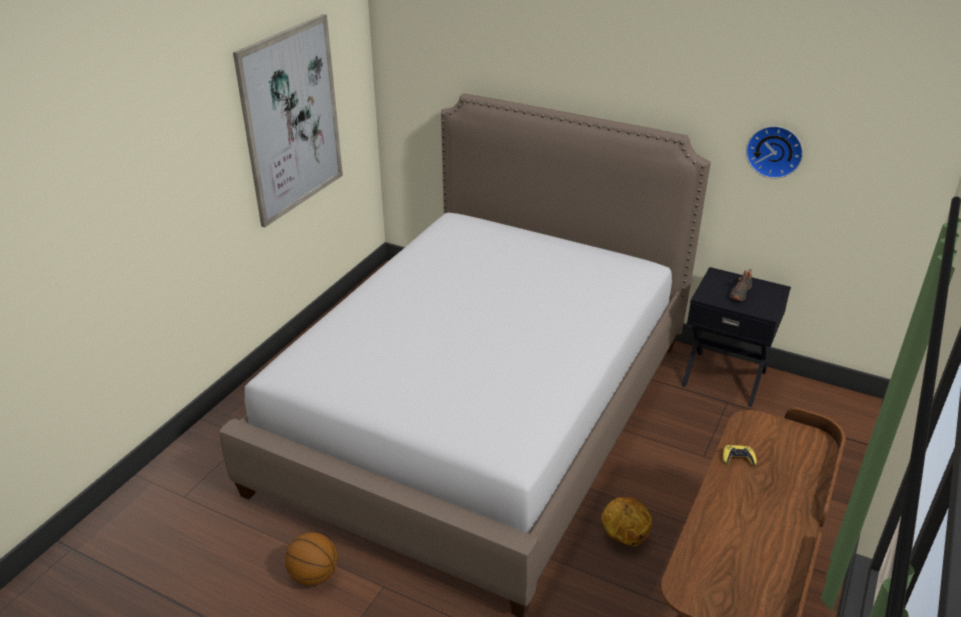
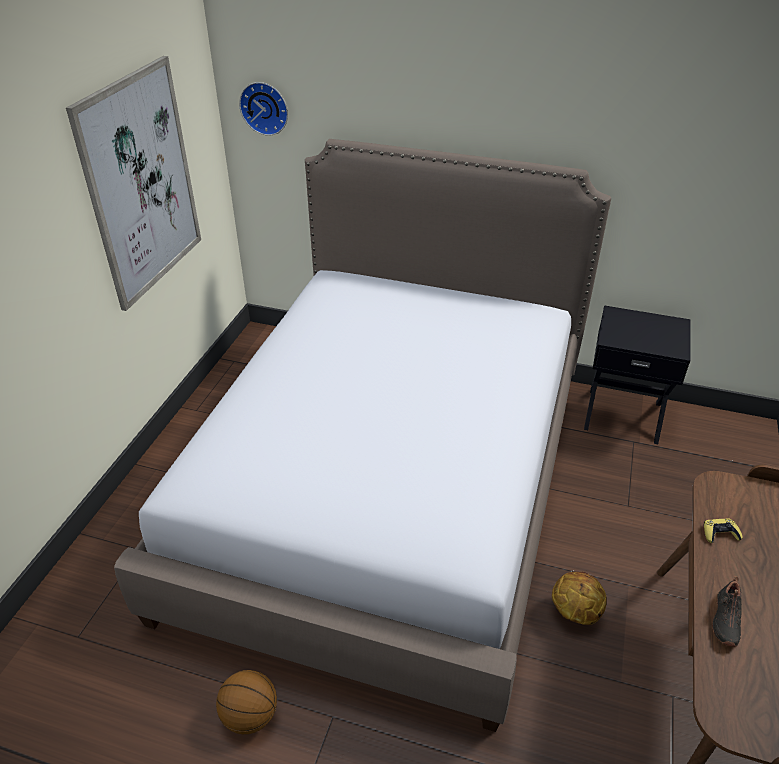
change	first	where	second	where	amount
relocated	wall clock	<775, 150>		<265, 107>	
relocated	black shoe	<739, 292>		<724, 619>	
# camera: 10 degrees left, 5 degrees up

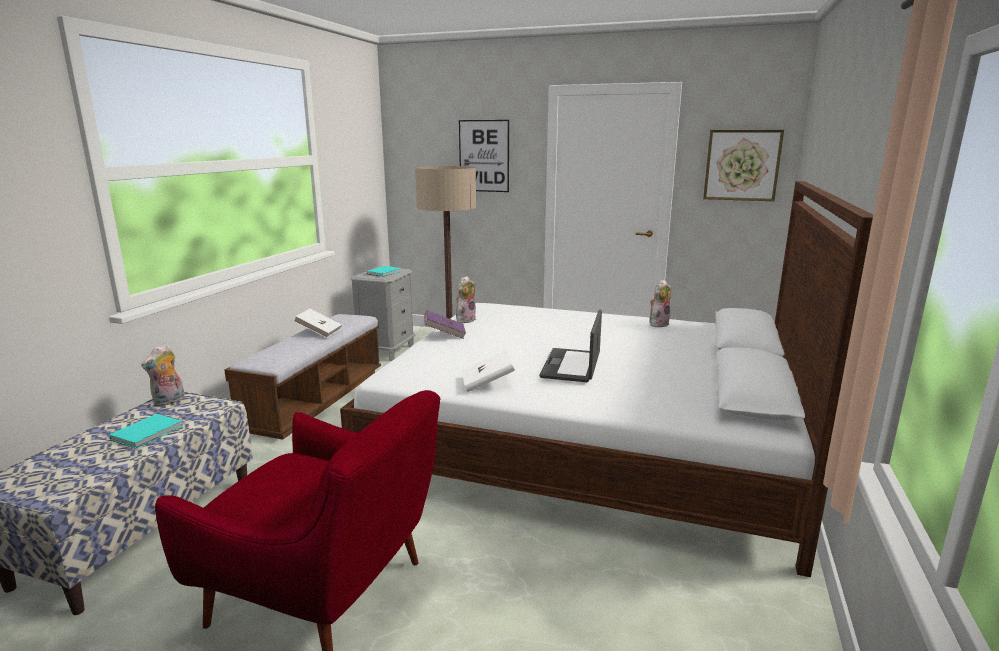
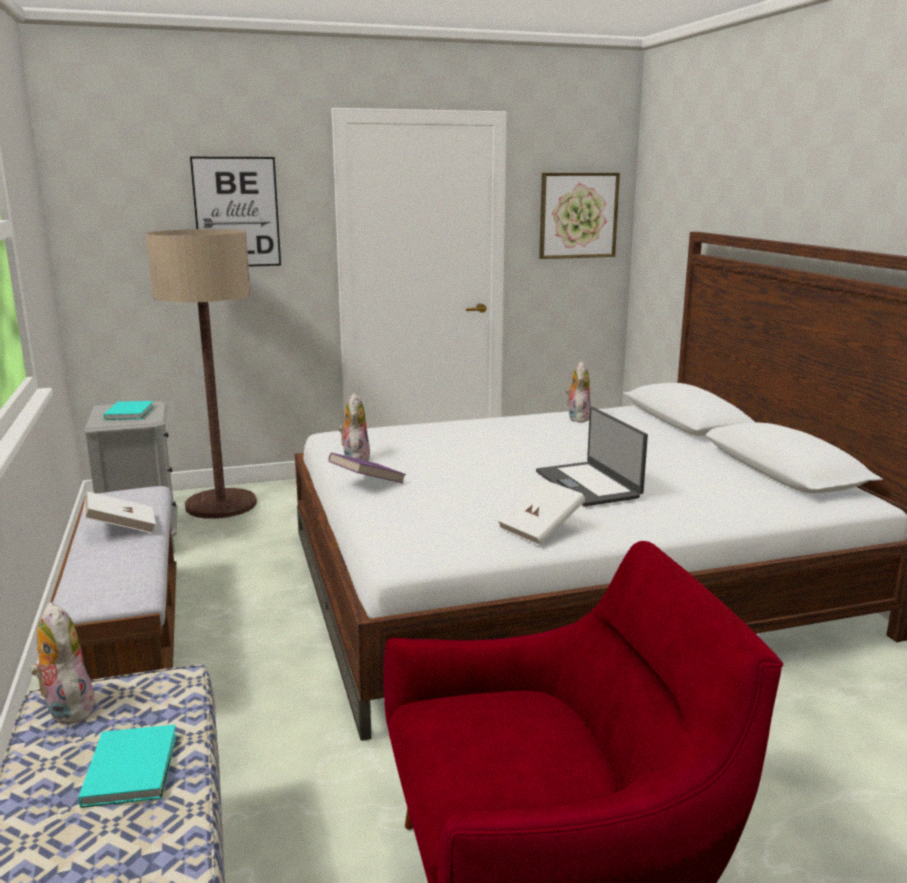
change	first	where	second	where	amount
spun	plush toy	<169, 401>		<66, 709>	150 degrees clockwise
# camera: 35 degrees left, 0 degrees up

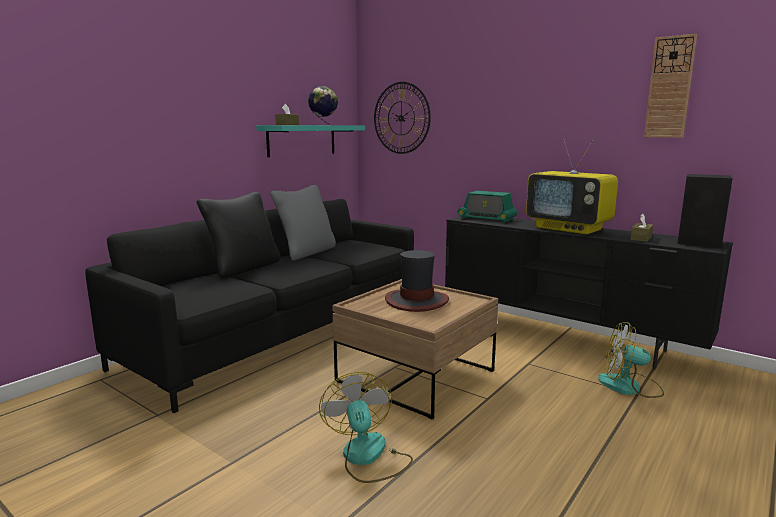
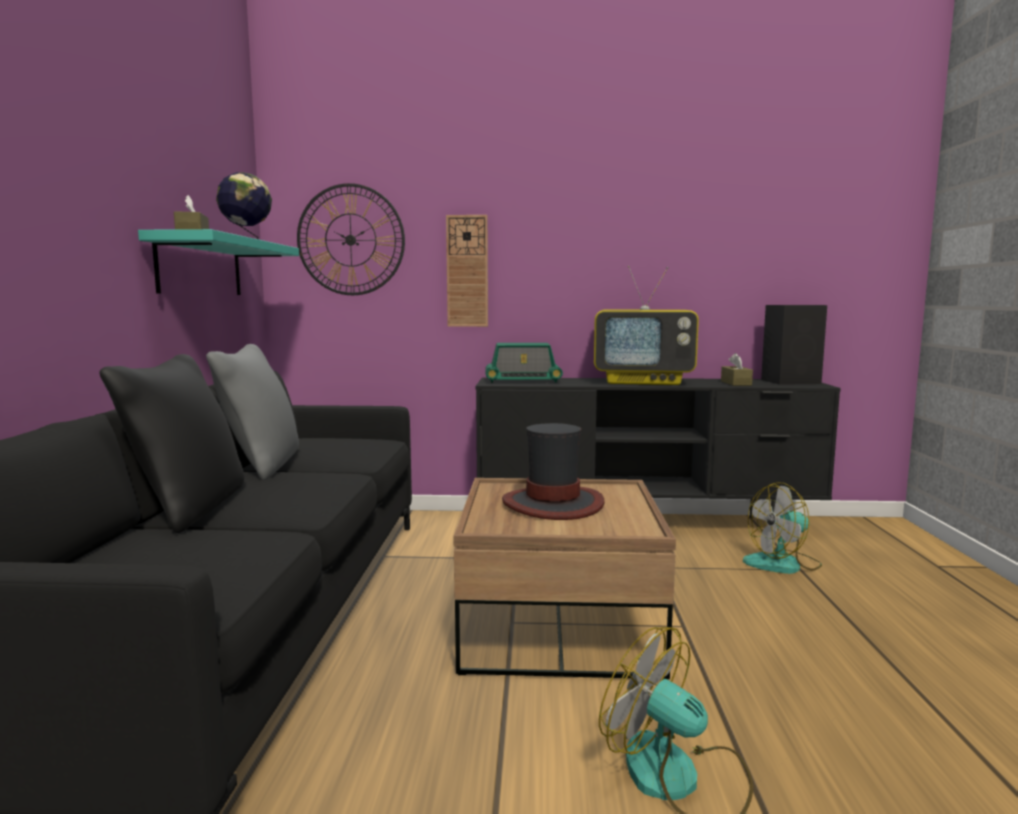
change	first	where	second	where	amount
relocated	wall clock	<669, 87>		<467, 271>	
# camera: 35 degrees left, 5 degrees down

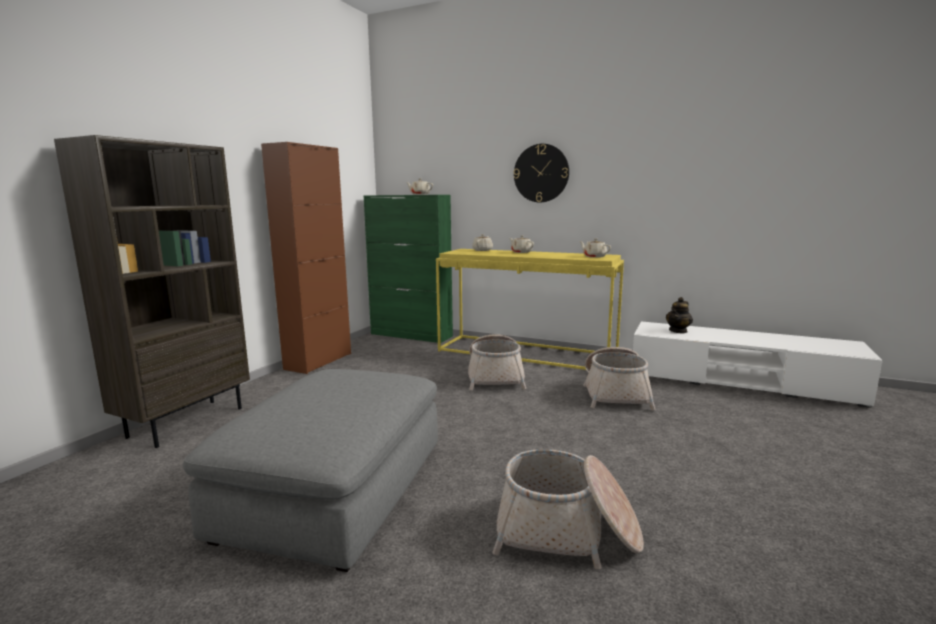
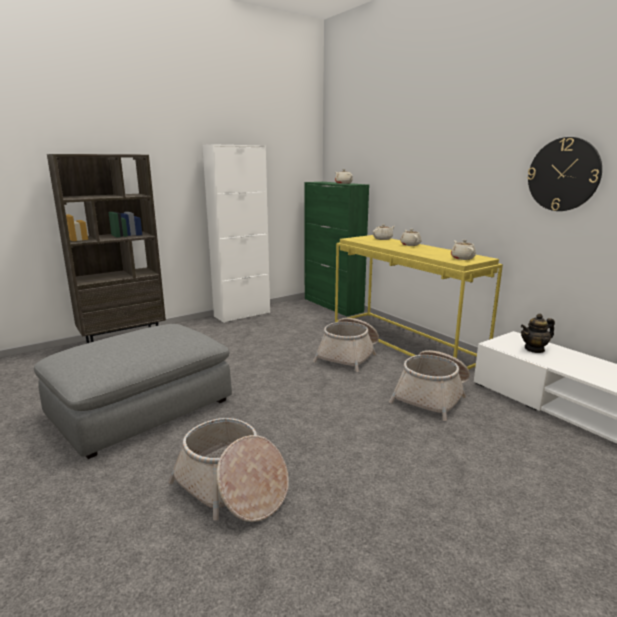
change	first	where	second	where	amount
colour	brown cabinet	<318, 361>	white cabinet	<242, 314>	
relocated	wall clock	<541, 173>		<563, 174>	
# camera: 30 degrees right, 5 degrees up

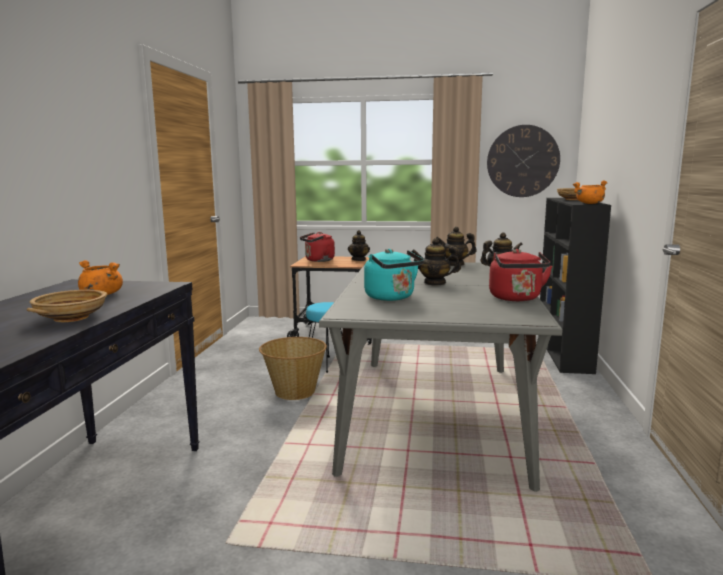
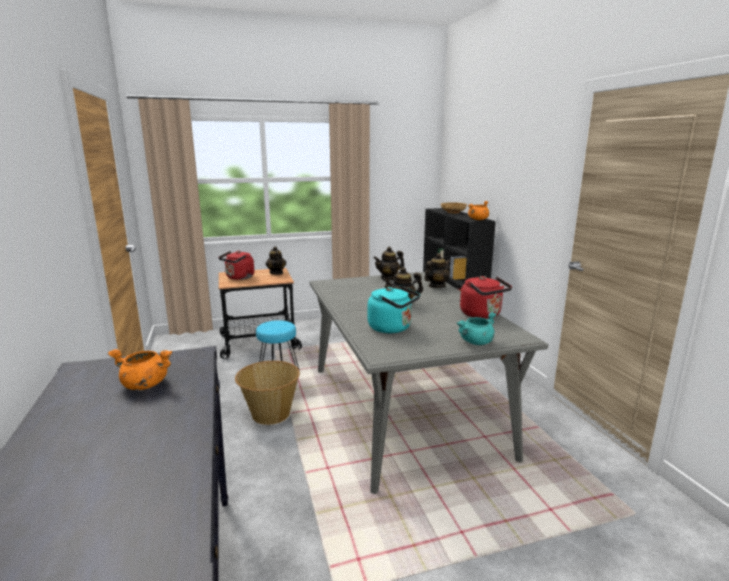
change	first	where	second	where	amount
appeared			turquoise cooking pot	<476, 342>	
missing	beige bowl	<71, 318>			
missing	wall clock	<523, 161>			
# camera: 25 degrees left, 5 degrees up

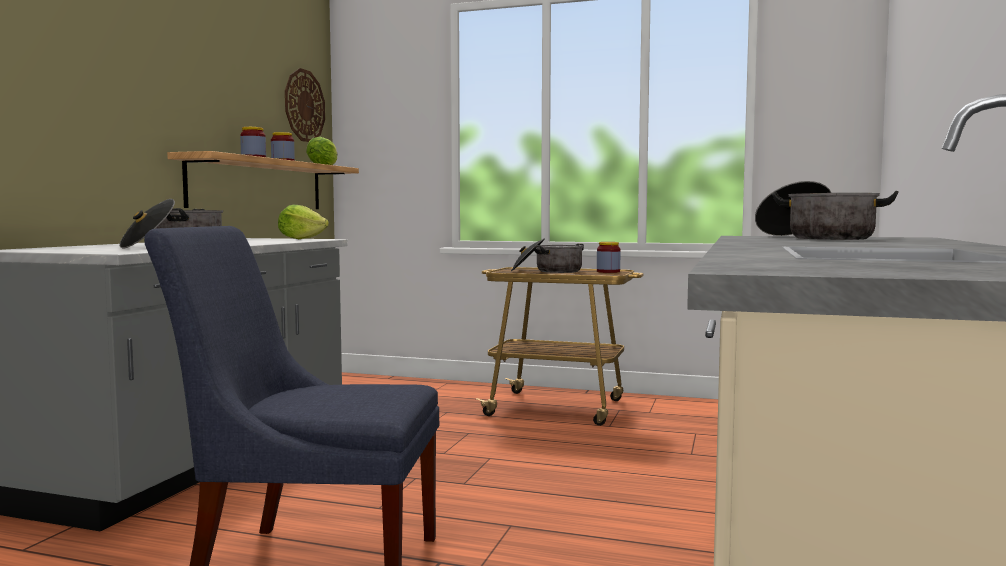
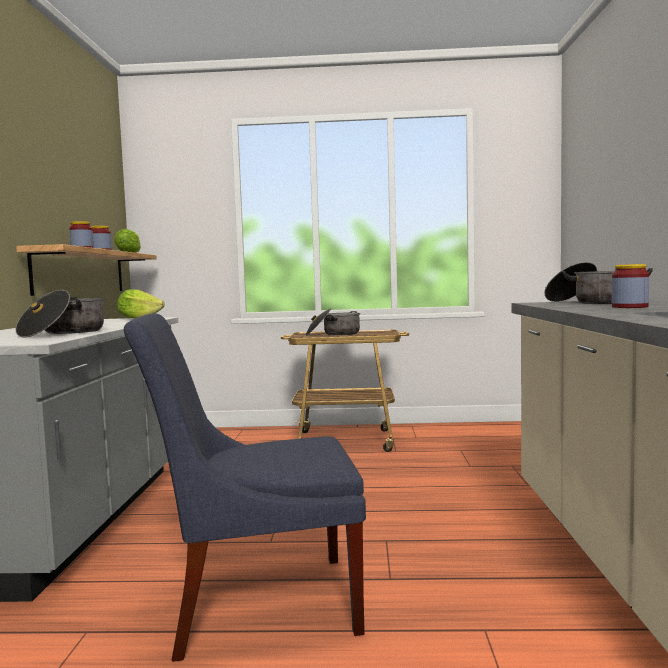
change	first	where	second	where	amount
relocated	jar	<608, 271>		<629, 307>	
missing	wall clock	<304, 106>			
# camera: 15 degrees left, 0 degrees up

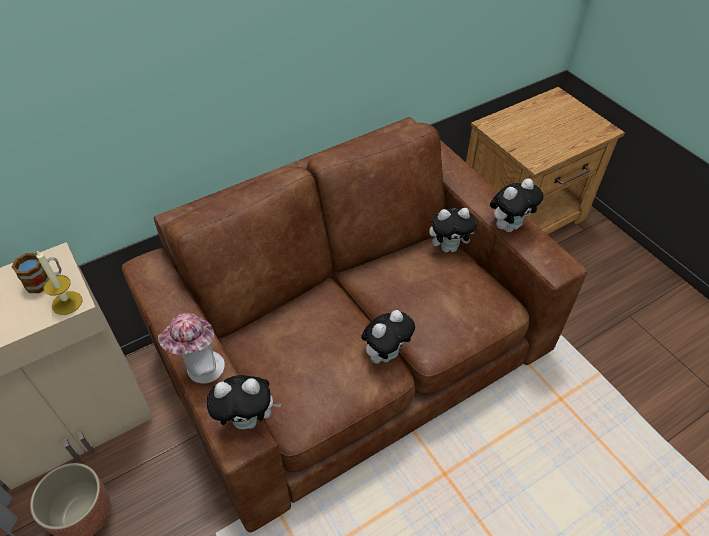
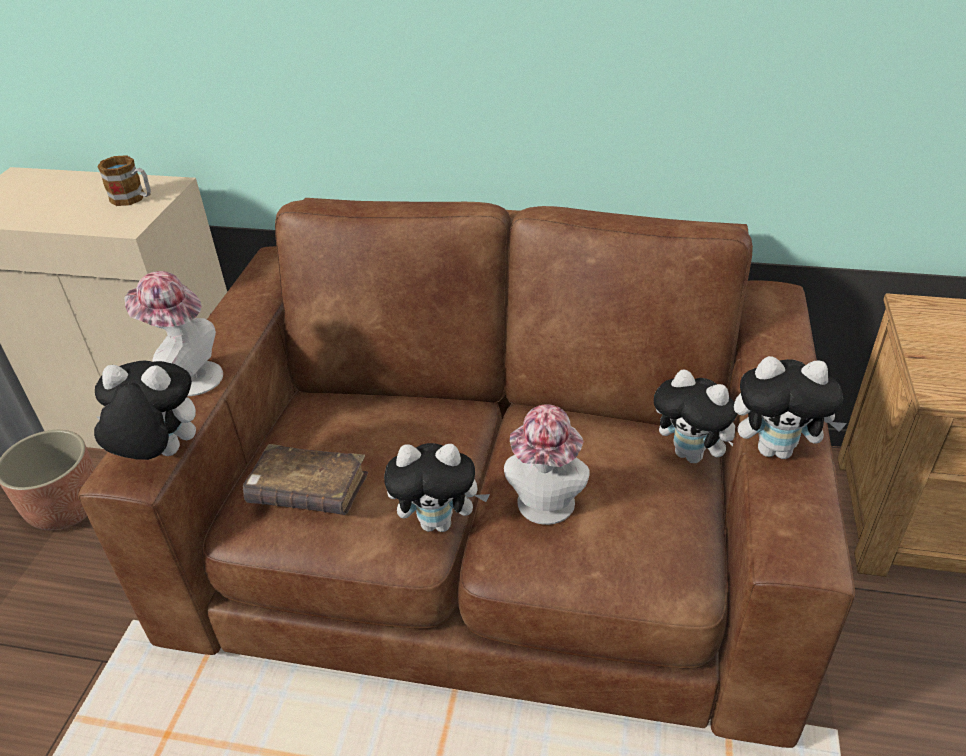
change	first	where	second	where	amount
spun	plush toy	<248, 419>		<160, 455>	150 degrees clockwise
appeared			brown book	<308, 491>	
appeared			hat	<545, 509>	
missing	candle	<67, 303>			
# camera: 45 degrees right, 10 degrees down

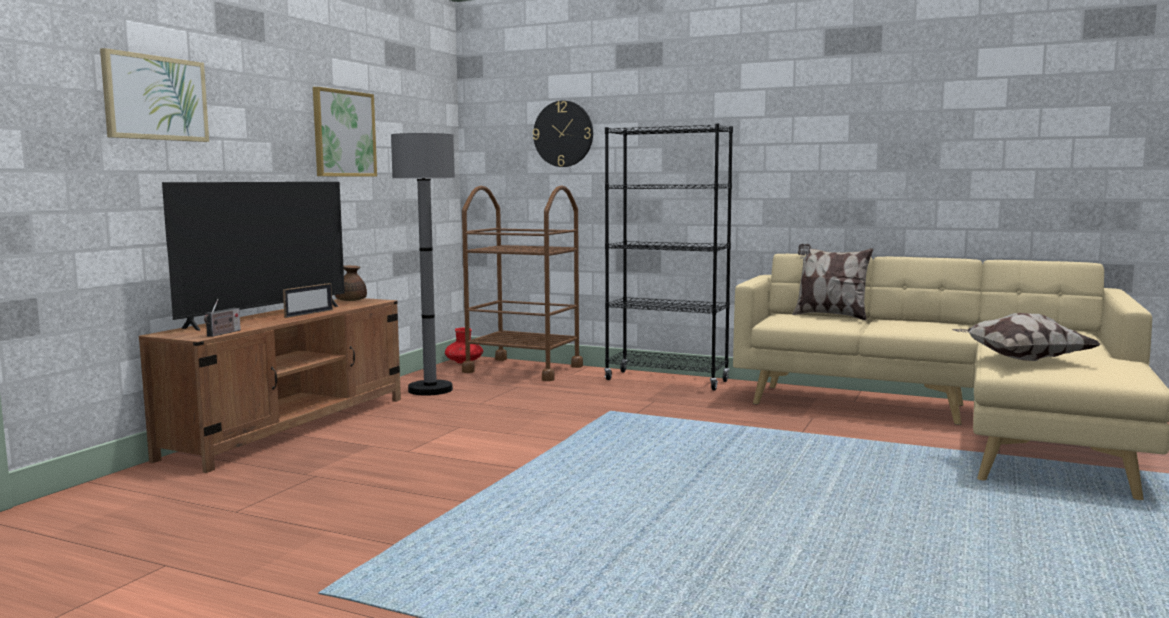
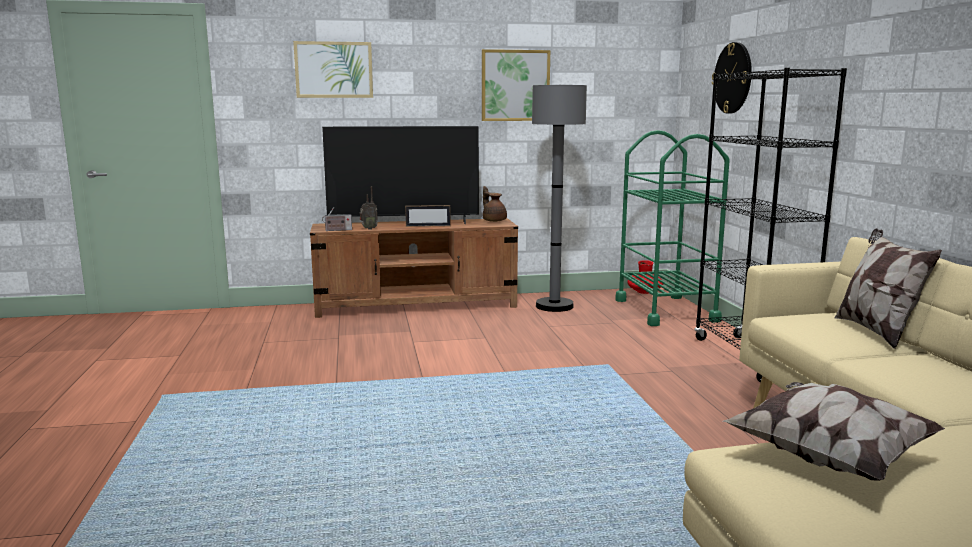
change	first	where	second	where	amount
appeared			radio	<368, 229>	
colour	brown cart	<523, 369>	green cart	<665, 310>	
# camera: 55 degrees right, 5 degrees up

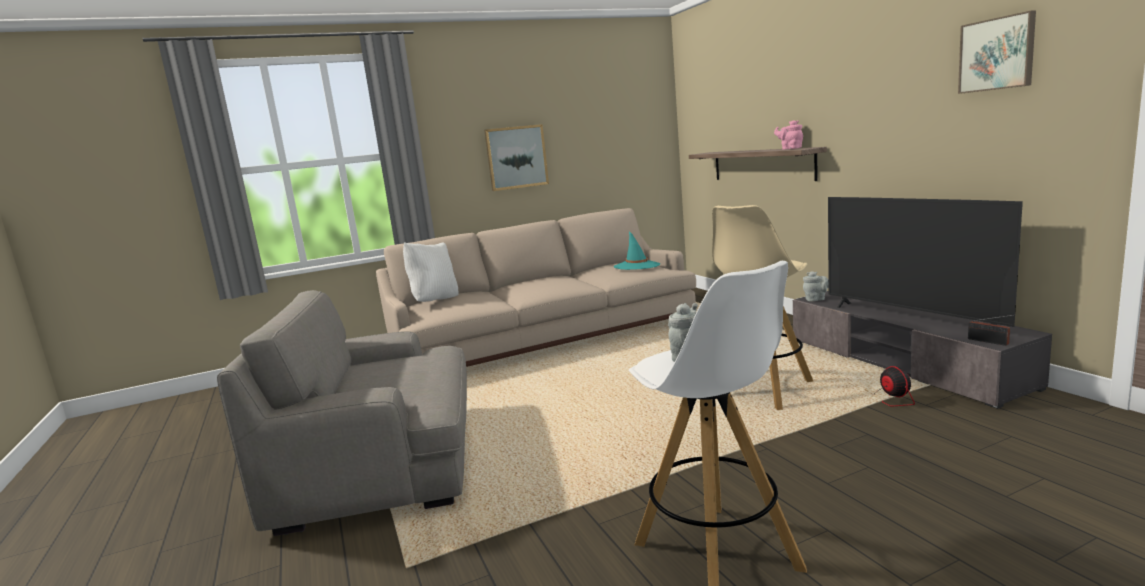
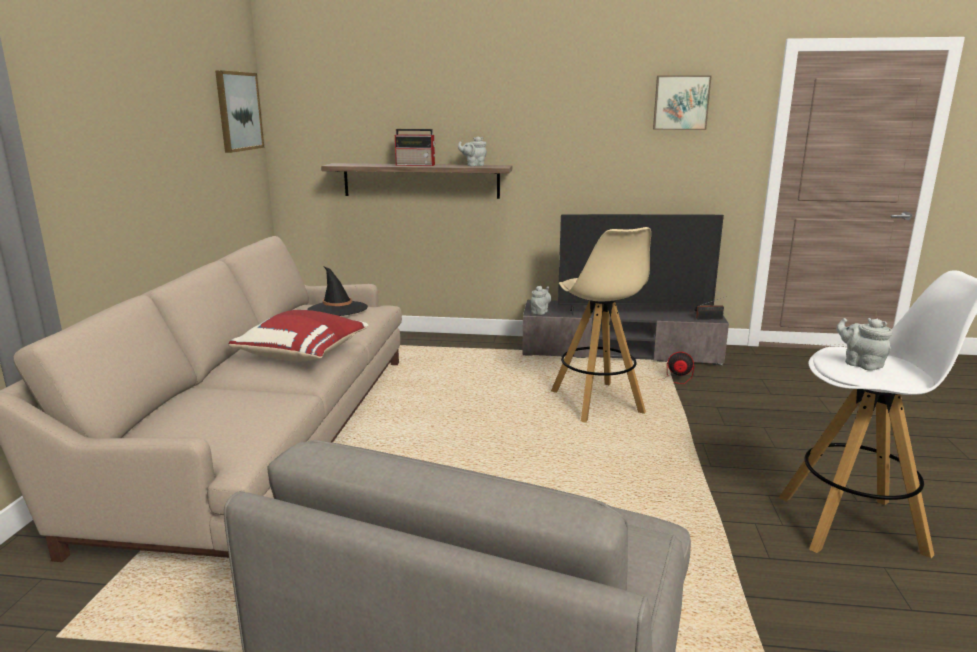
change	first	where	second	where	amount
relocated	picture	<516, 157>		<238, 111>	
appeared			red pillow	<304, 355>	
colour	turquoise hat	<637, 266>	black hat	<337, 309>	
appeared			radio	<416, 165>	
colour	pink teapot	<790, 148>	grey teapot	<474, 165>	
missing	white pillow	<435, 301>			
# camera: 60 degrees left, 5 degrees up

